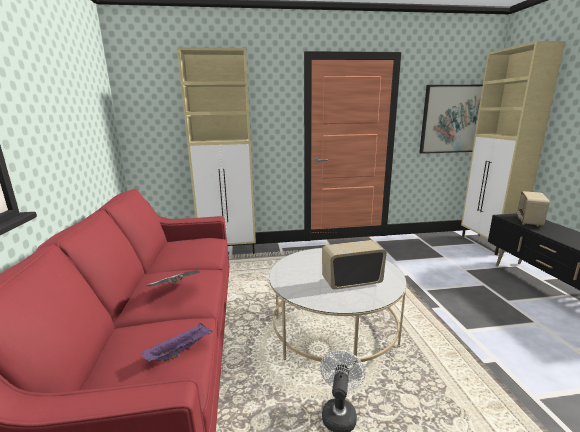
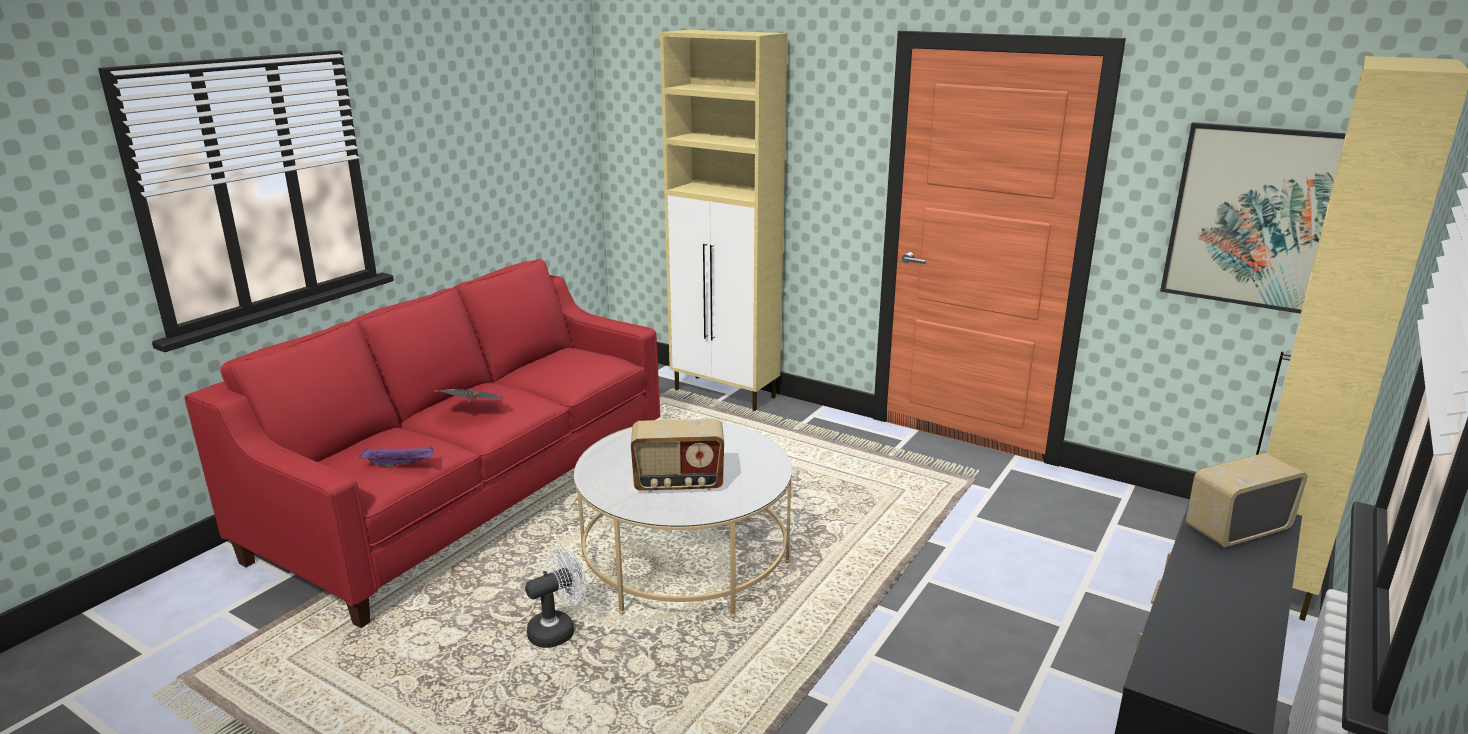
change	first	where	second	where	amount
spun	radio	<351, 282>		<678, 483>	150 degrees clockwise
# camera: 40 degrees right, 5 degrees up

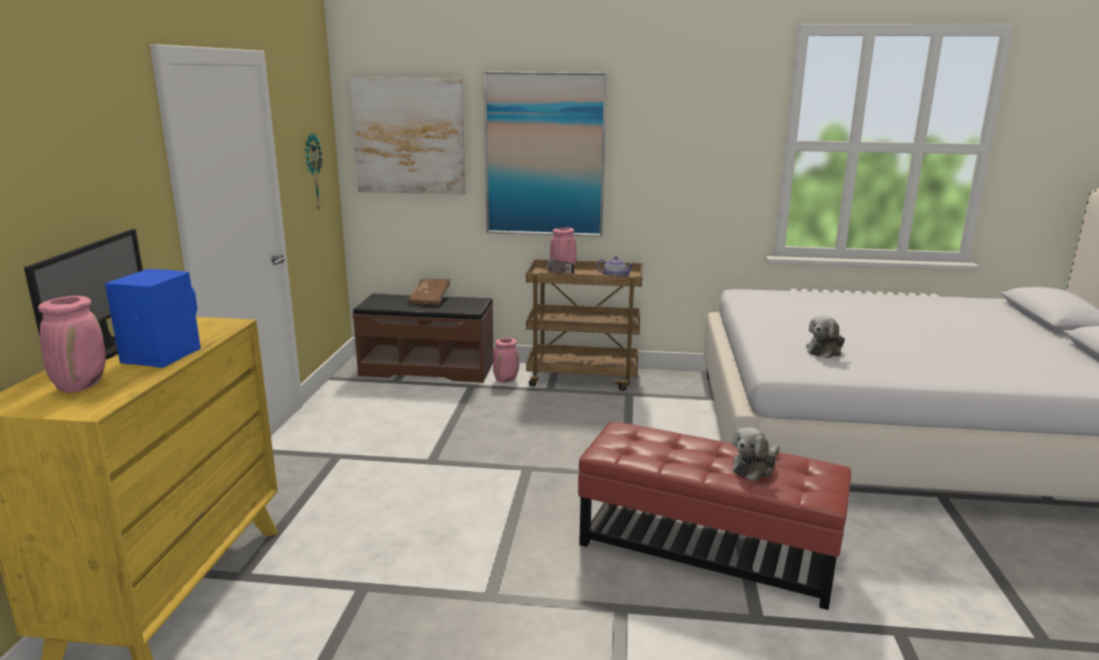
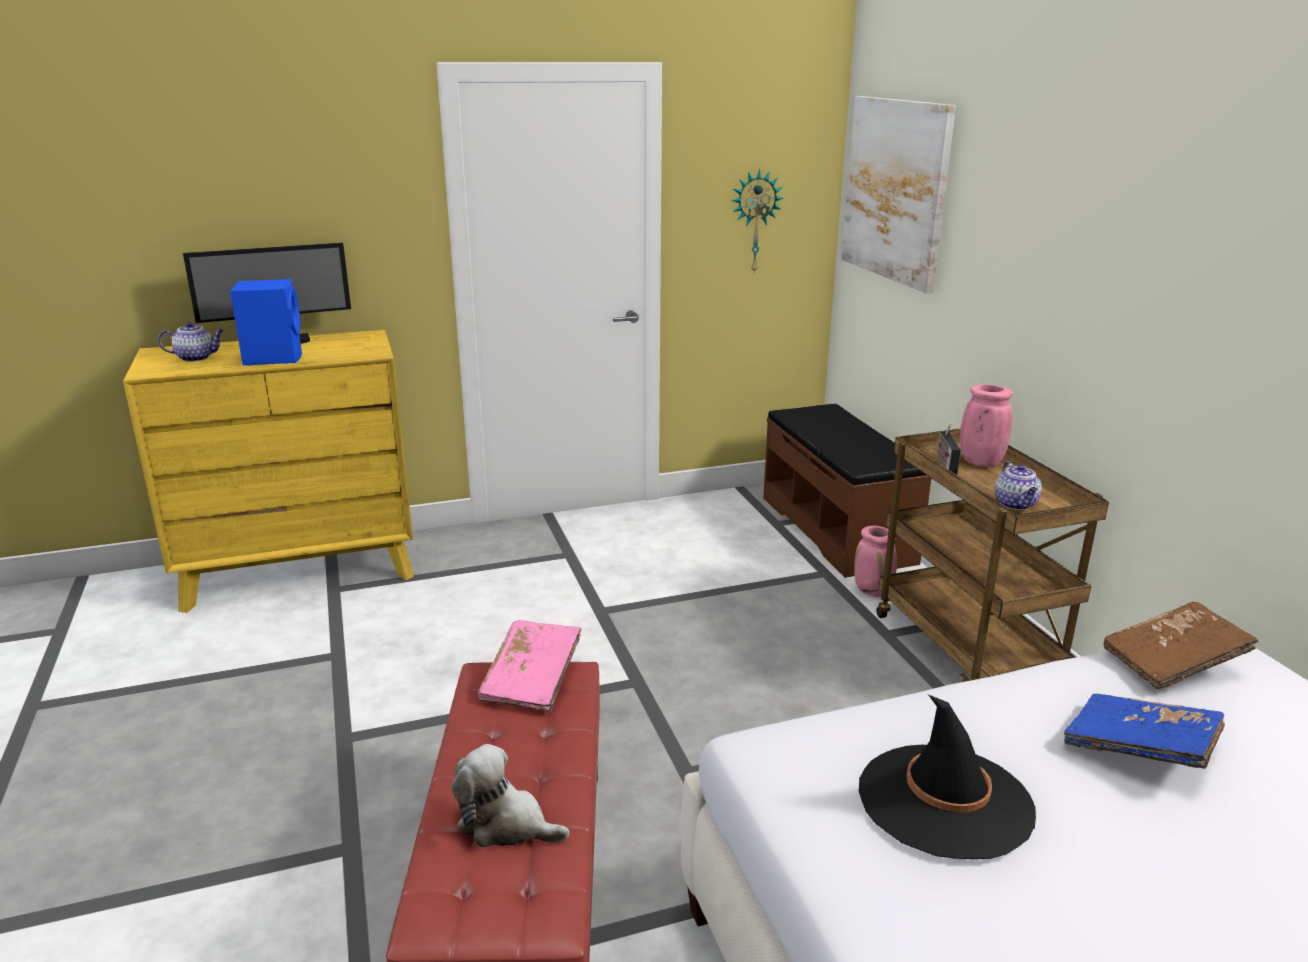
change	first	where	second	where	amount
exchanged	pink vase	<81, 386>	teapot	<196, 358>	
appeared			pink book	<532, 680>	
exchanged	plush toy	<825, 350>	black hat	<944, 801>	
appeared			blue book	<1140, 749>	
relocated	brown book	<430, 299>		<1173, 662>	
missing	picture	<544, 155>			
# camera: 65 degrees right, 5 degrees up

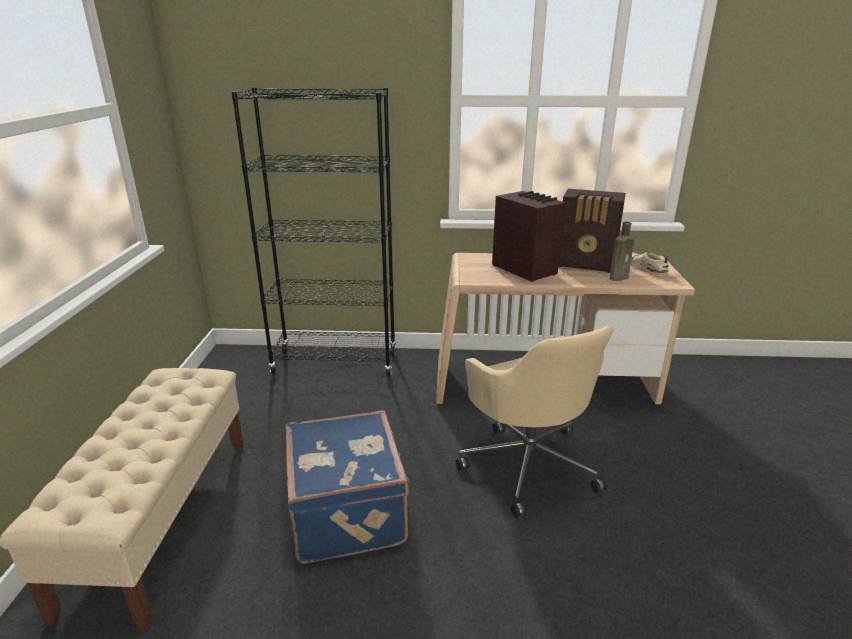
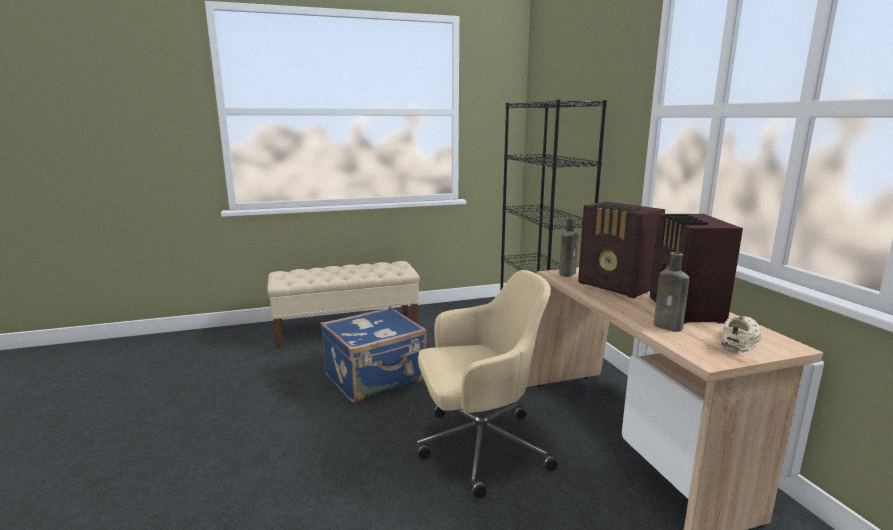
change	first	where	second	where	amount
spun	beige office chair	<528, 463>		<478, 447>	150 degrees counterclockwise
appeared			brown bottle	<568, 273>	
spun	radio	<524, 269>		<616, 287>	105 degrees clockwise
# camera: 70 degrees right, 10 degrees down

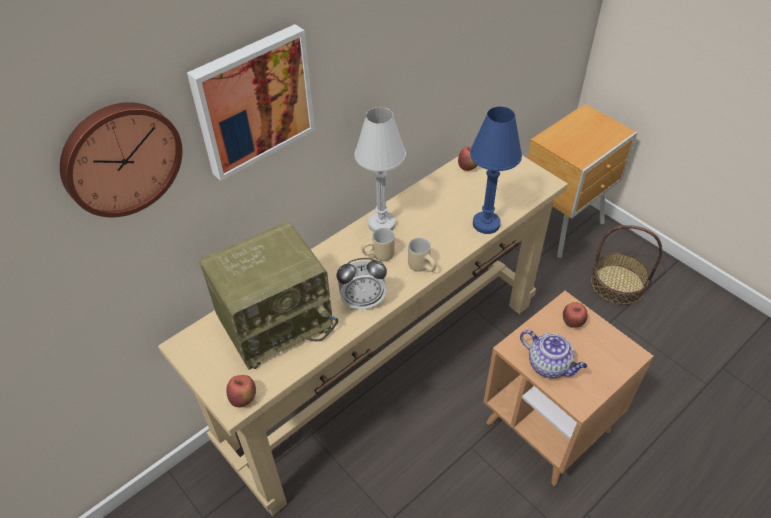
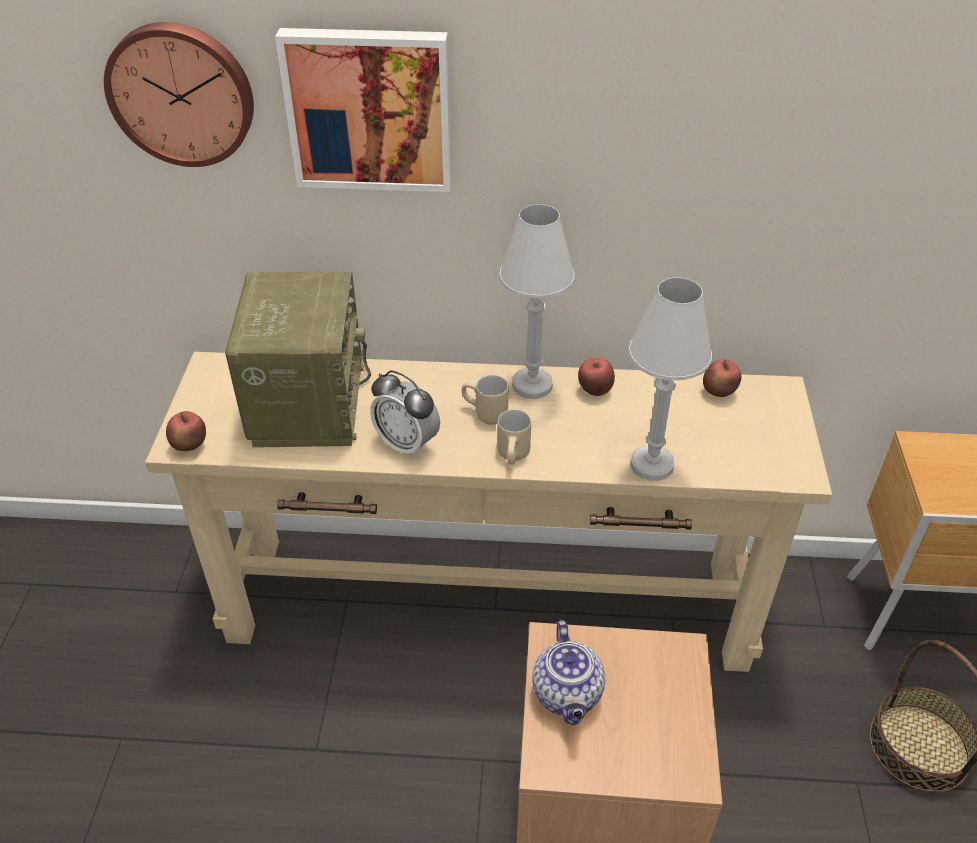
change	first	where	second	where	amount
spun	radio	<276, 321>		<306, 402>	105 degrees counterclockwise
relocated	apple	<572, 323>		<595, 391>	
colour	blue table lamp	<486, 224>	white table lamp	<652, 464>	
# camera: 45 degrees right, 5 degrees down

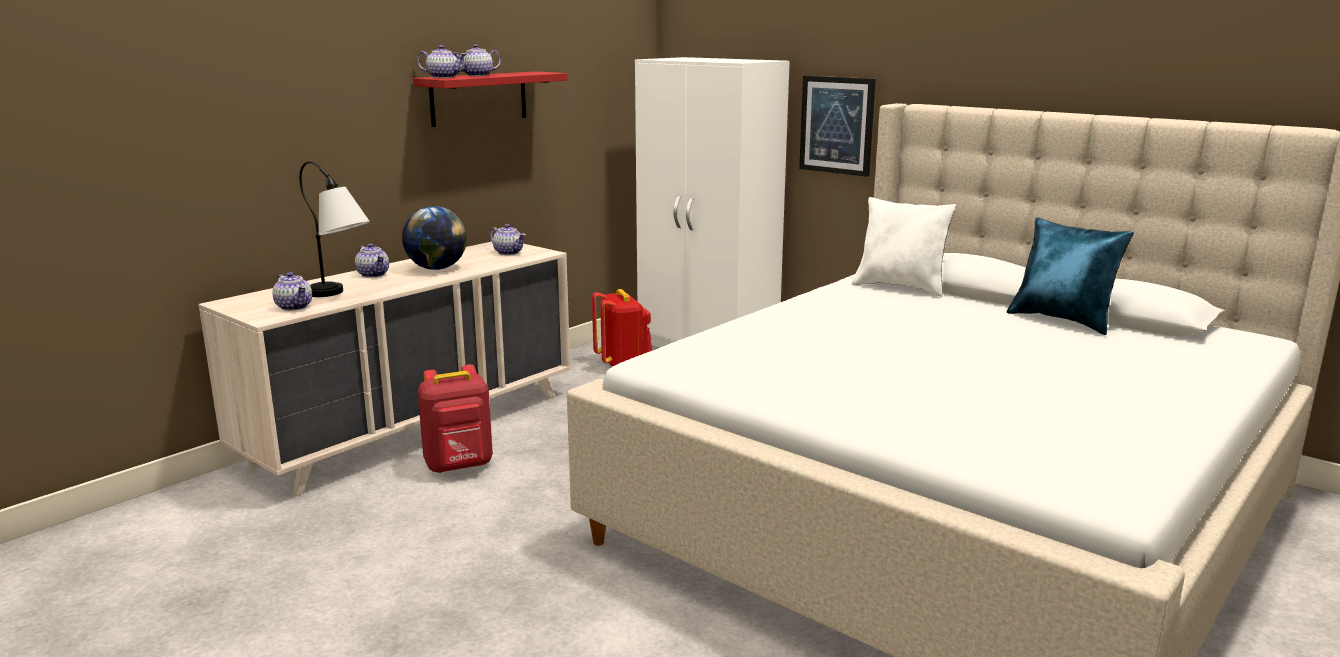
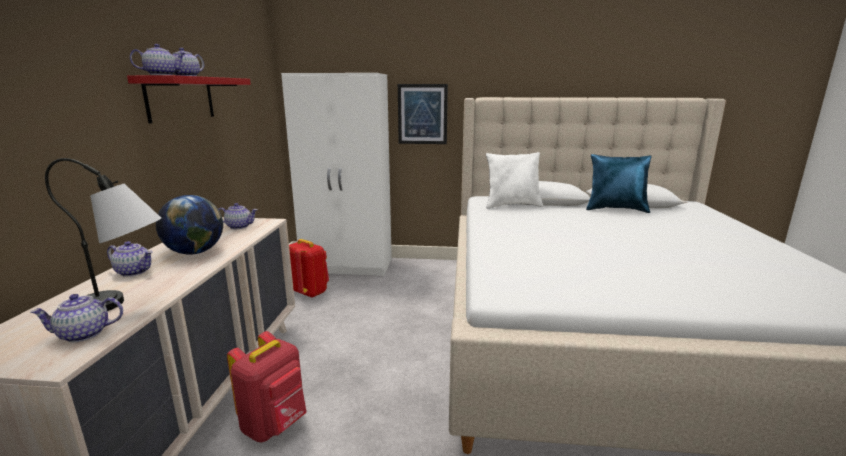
change	first	where	second	where	amount
spun	teapot	<294, 307>		<83, 334>	150 degrees clockwise
# camera: 35 degrees left, 0 degrees up

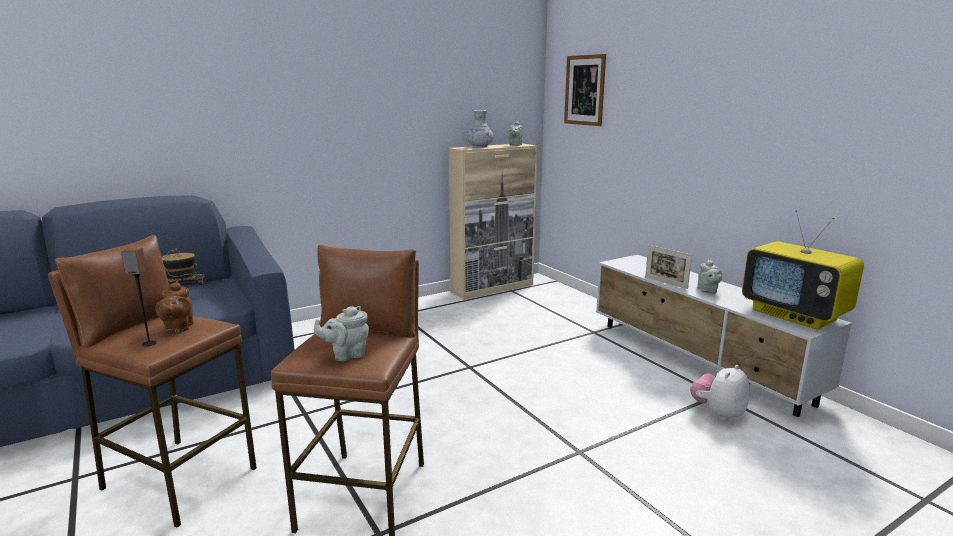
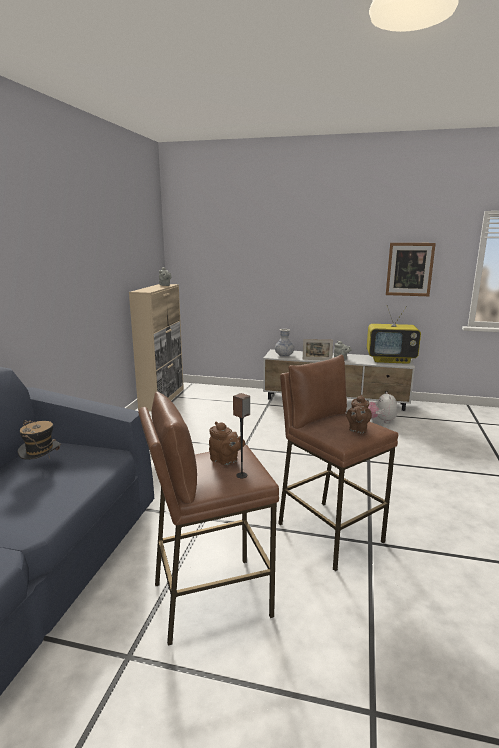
change	first	where	second	where	amount
relocated	vase	<480, 146>		<284, 355>	
colour	grey teapot	<346, 355>	brown teapot	<357, 430>	
relocated	picture	<585, 90>		<409, 269>	
# camera: 45 degrees left, 0 degrees up

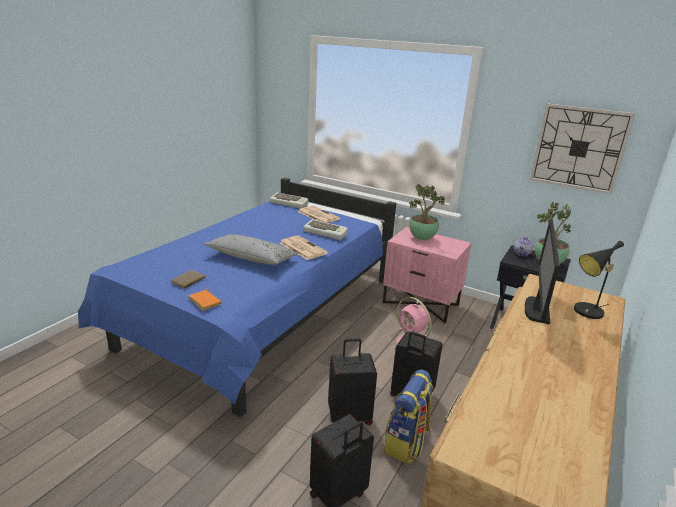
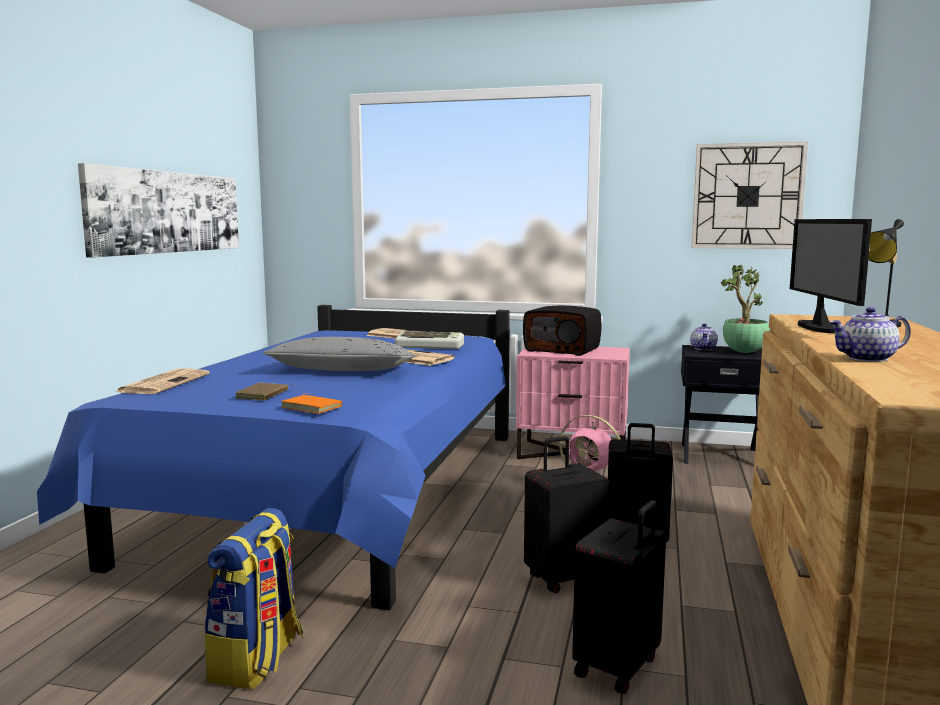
change	first	where	second	where	amount
appeared			picture	<168, 212>	
appeared			newspaper	<164, 383>	
relocated	backpack	<407, 443>		<258, 660>	
exchanged	potted plant	<423, 238>	radio	<563, 350>	
appeared			teapot	<867, 358>	
missing	keyboard	<289, 203>			
# camera: 15 degrees left, 15 degrees down

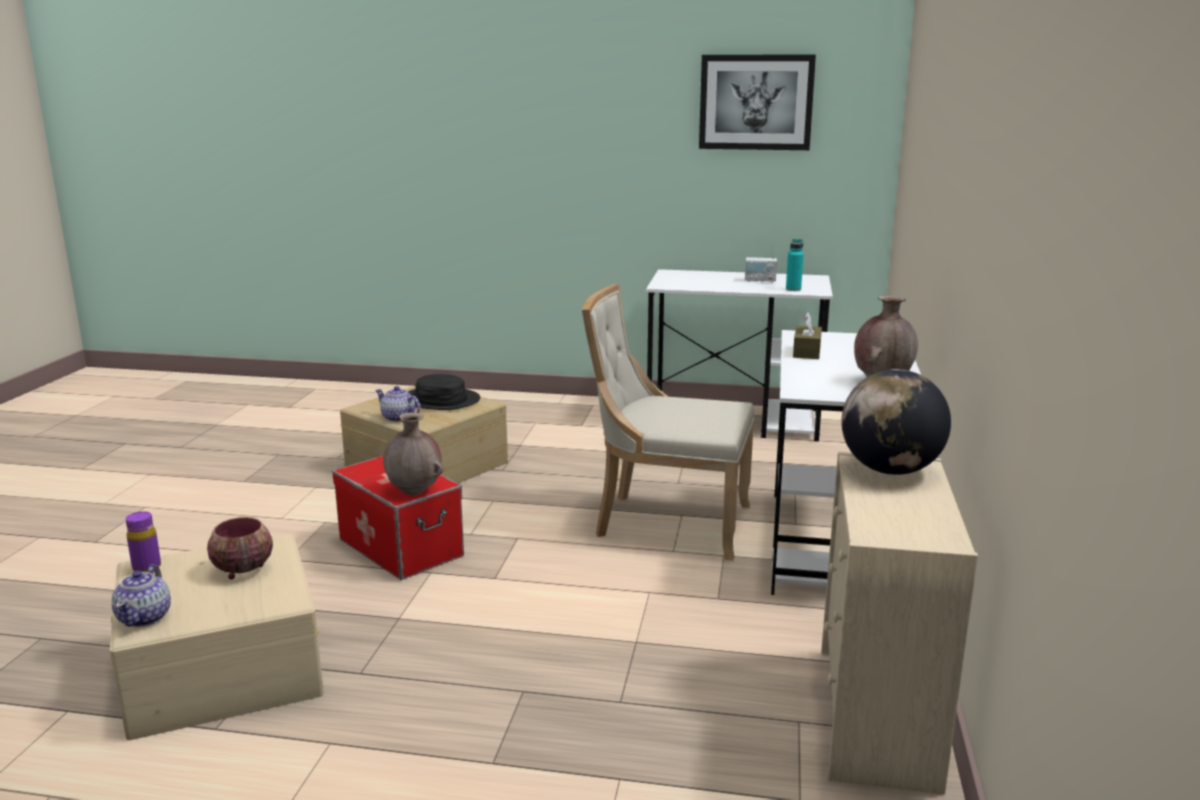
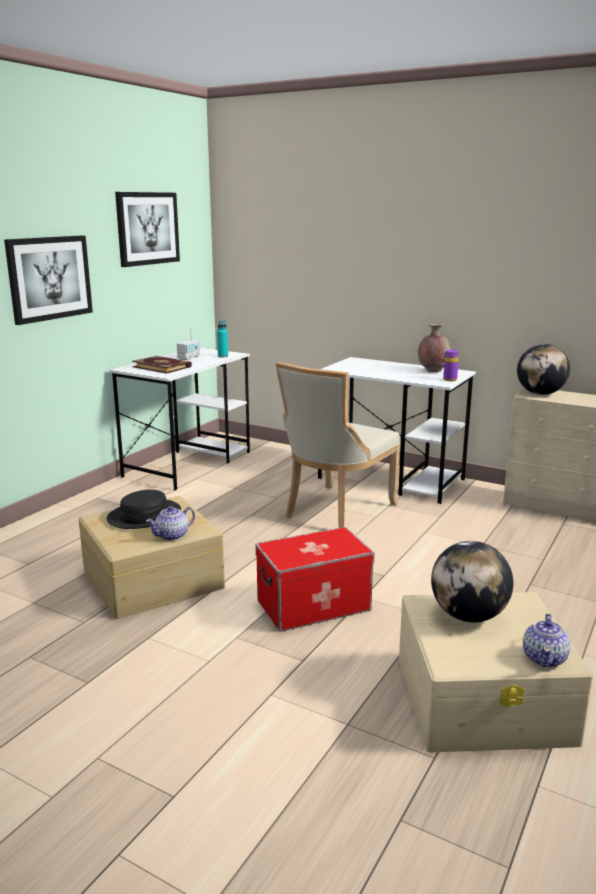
change	first	where	second	where	amount
appeared			picture	<49, 278>	
appeared			book	<162, 367>	
exchanged	bowl	<241, 570>	globe	<468, 616>	
relocated	purple bottle	<147, 568>		<450, 380>	
spun	teapot	<145, 617>		<545, 658>	90 degrees clockwise
missing	brown vase	<415, 491>			
missing	brown tissue box	<806, 352>			
# camera: 70 degrees left, 0 degrees up

